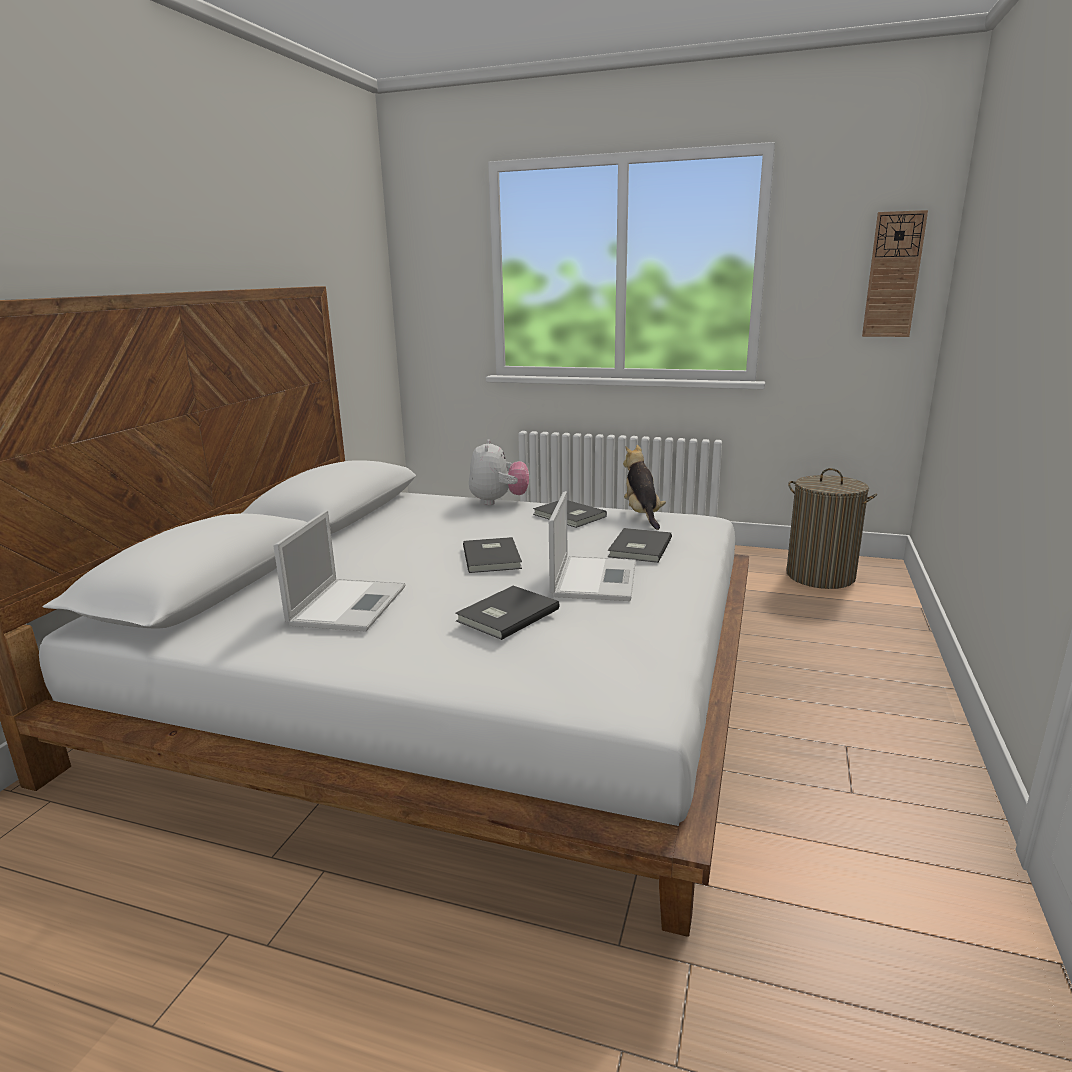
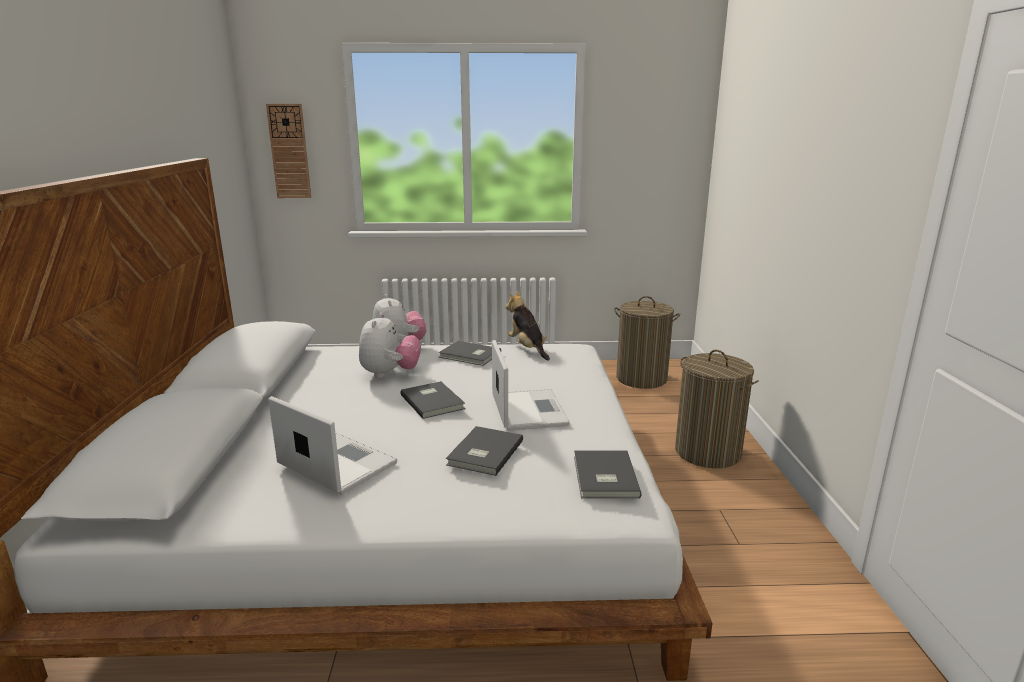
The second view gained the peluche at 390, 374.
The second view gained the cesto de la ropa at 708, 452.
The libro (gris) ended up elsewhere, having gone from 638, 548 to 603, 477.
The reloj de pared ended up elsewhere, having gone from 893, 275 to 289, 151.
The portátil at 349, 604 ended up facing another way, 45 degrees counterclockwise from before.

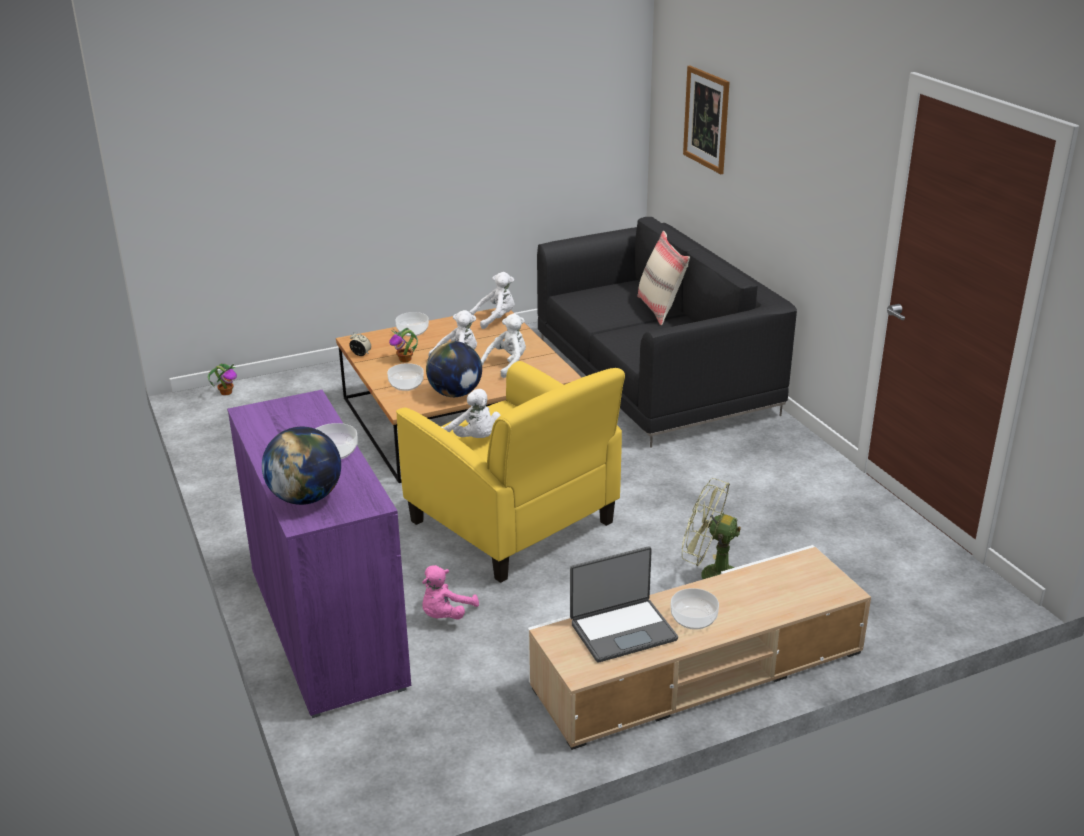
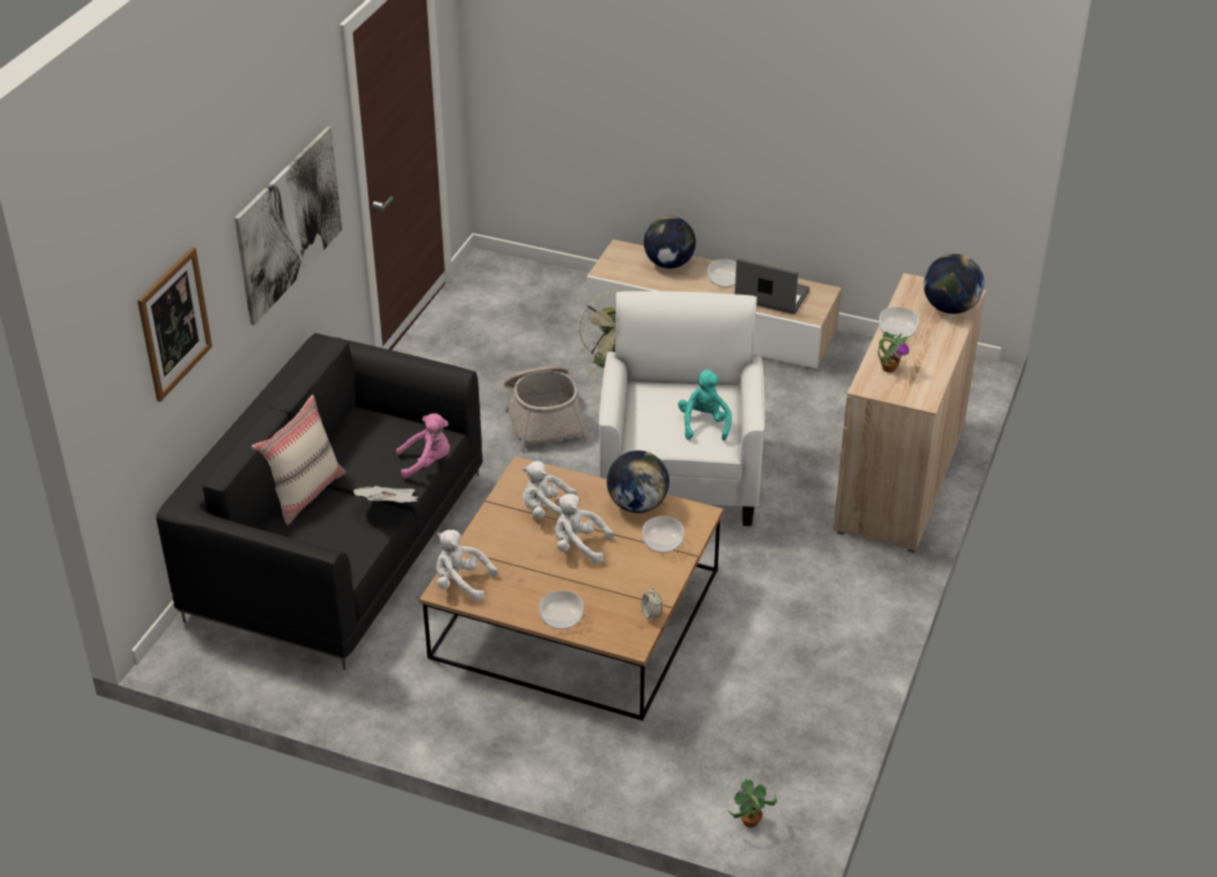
The second view gained the cuadro at 289, 223.
The second view gained the periódico at 390, 507.
The second view gained the cesta at 544, 418.
The second view gained the globo terráqueo at 669, 264.
The planta en maceta ended up elsewhere, having gone from 405, 359 to 889, 368.
The peluche (rosa) ended up elsewhere, having gone from 445, 615 to 427, 462.
What was the armario (morado) at 327, 627 turned into the armario (beis) at 900, 477.
What was the sillón (amarillo) at 513, 523 turned into the sillón (blanco) at 680, 476.
What was the peluche (blanco) at 474, 439 turned into the peluche (turquesa) at 704, 424.

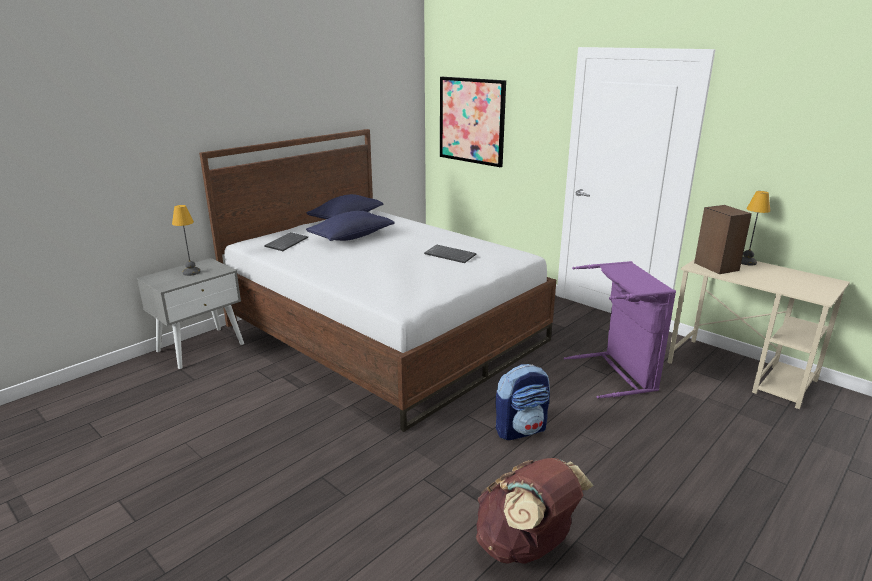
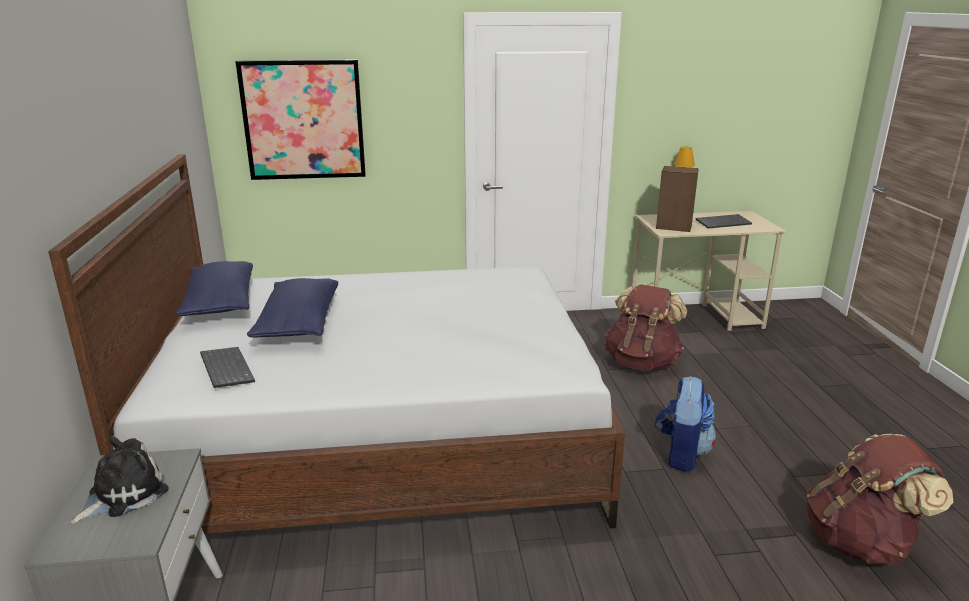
The teclado ended up elsewhere, having gone from 451, 255 to 723, 222.
Where the lámpara de mesa stood at 191, 272, the peluche came to stand at 123, 494.
Where the cesto de la ropa (morado) stood at 618, 373, the mochila (marrón) came to stand at 641, 362.

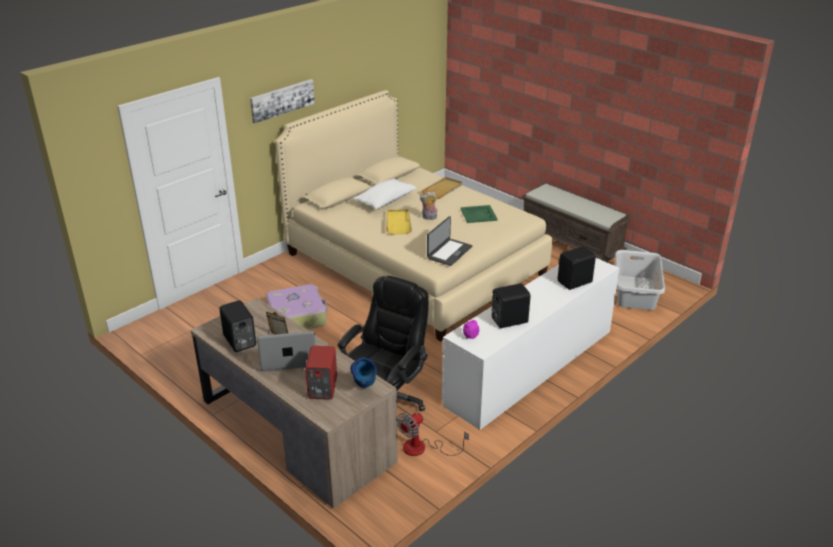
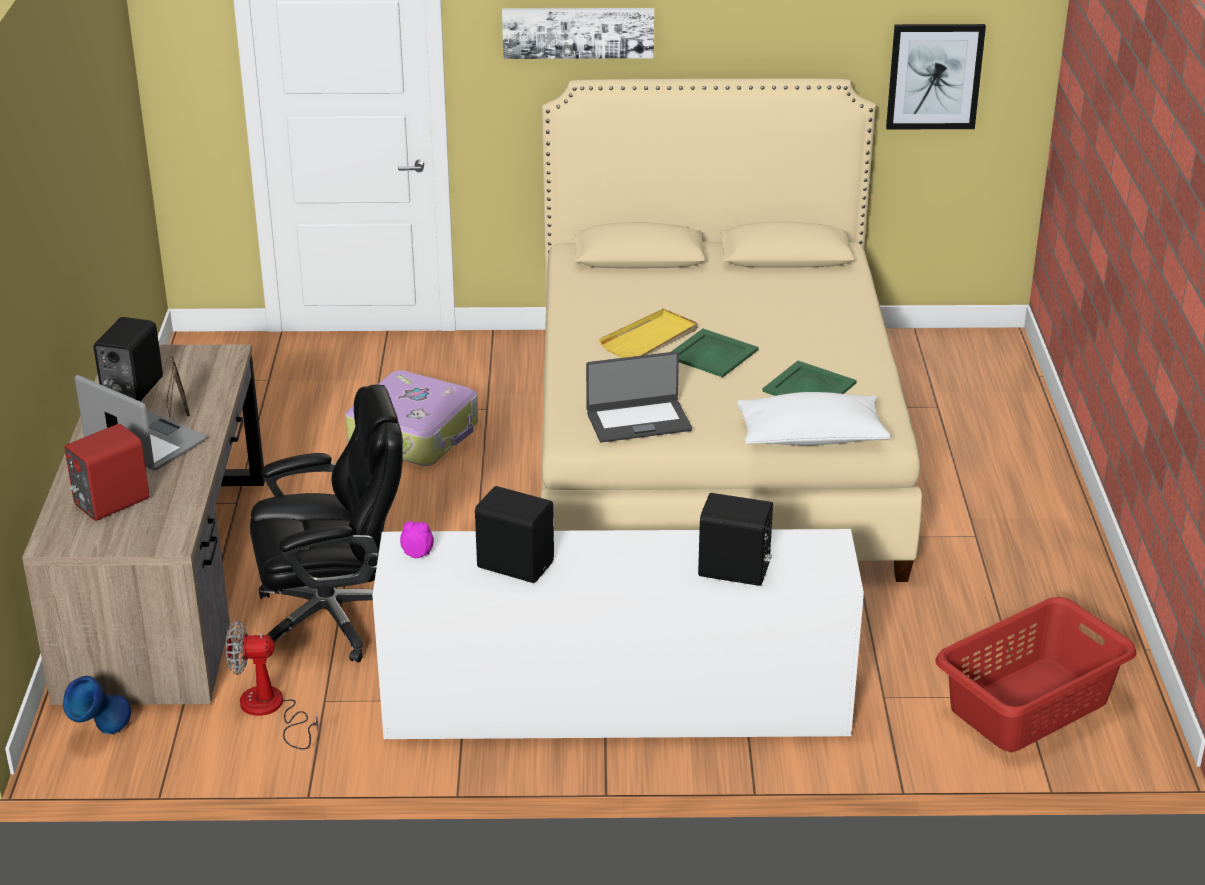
The second view lost the bandeja (beis) at 442, 190.
The second view lost the banco (marrón) at 571, 243.
The second view gained the cuadro at 934, 76.
The florero (azul) ended up elsewhere, having gone from 364, 389 to 102, 734.
The cojín (blanco) ended up elsewhere, having gone from 385, 201 to 811, 437.
Where the peluche stood at 429, 218, the bandeja (verde) came to stand at 713, 353.
What was the cesto de la ropa (gris) at 635, 293 turned into the cesto de la ropa (rojo) at 1027, 704.

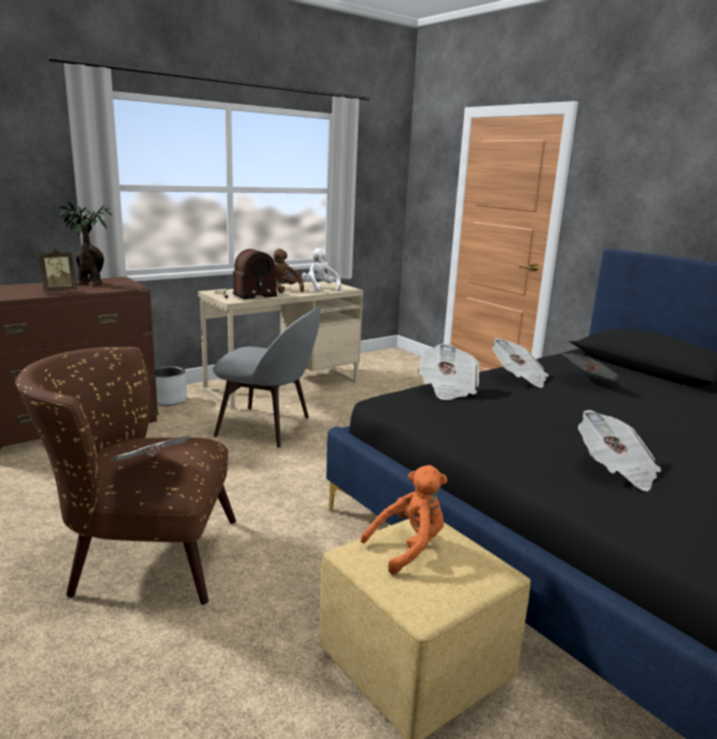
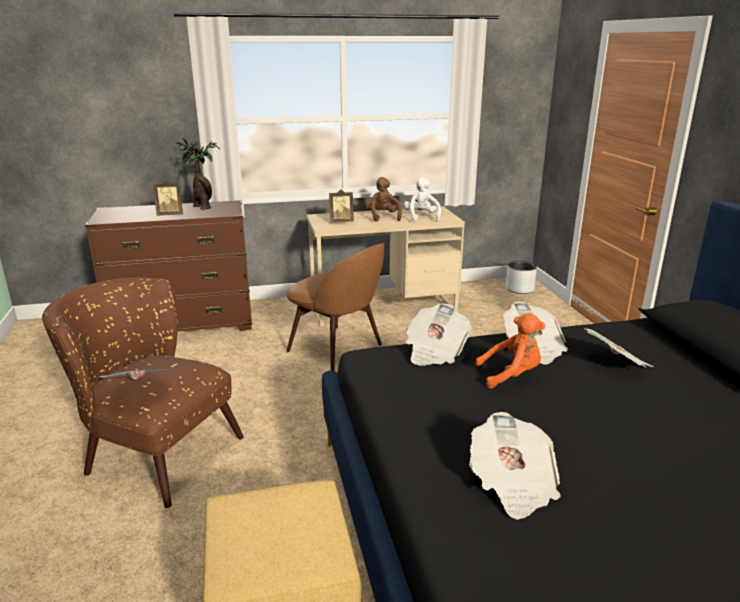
The maceta (gris) ended up elsewhere, having gone from 169, 400 to 519, 289.
The peluche (naranja) ended up elsewhere, having gone from 408, 548 to 511, 375.
Where the radio stood at 245, 295, the portarretratos came to stand at 341, 222.
What was the silla (gris) at 267, 427 turned into the silla (marrón) at 337, 349.

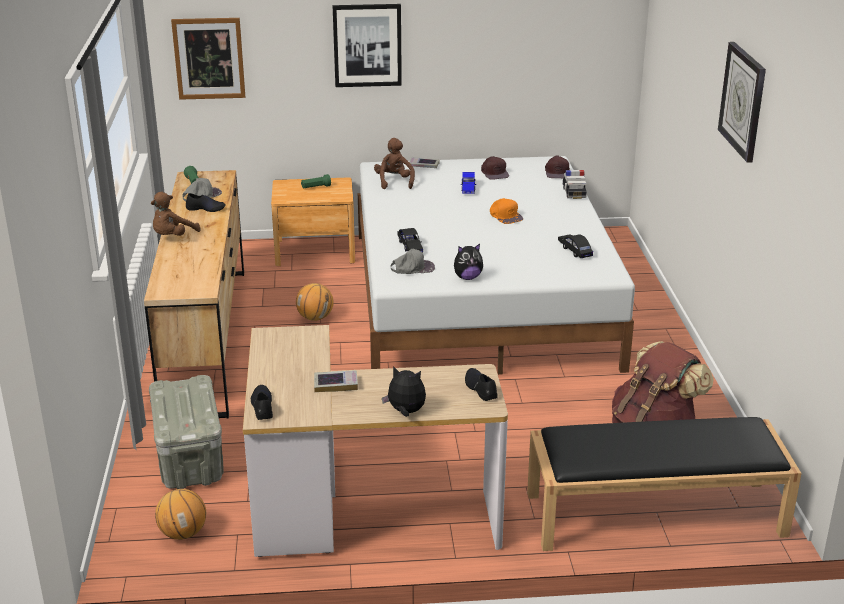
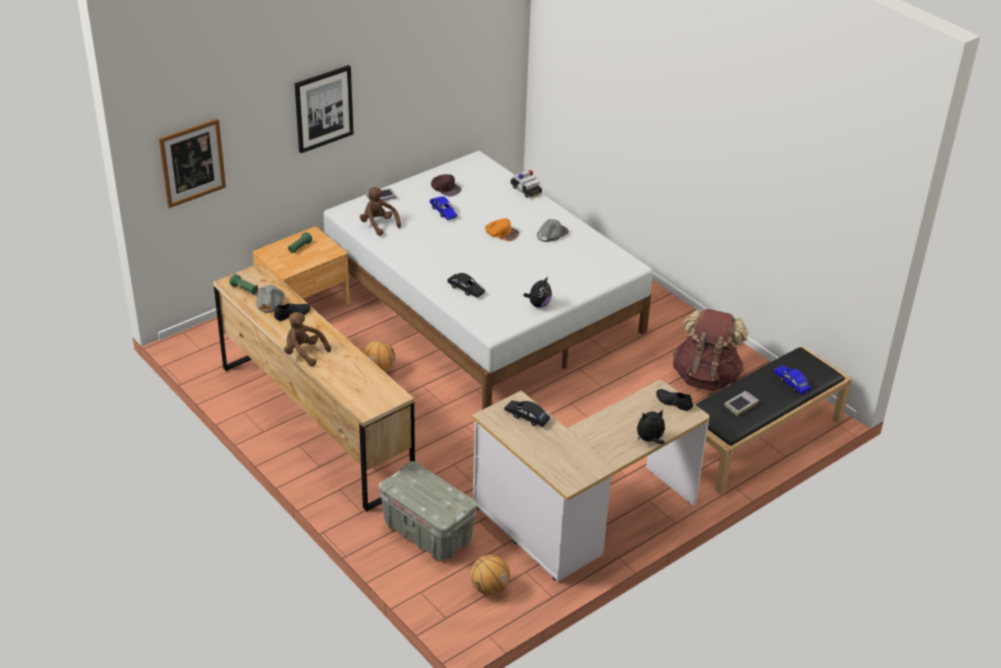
The second view lost the zapato (negro) at 262, 406.
The second view lost the gorra (marrón) at 557, 172.
The second view lost the reloj de pared at 743, 101.
The second view gained the coche de juguete (azul) at 791, 383.
The libro ended up elsewhere, having gone from 336, 384 to 741, 405.
The gorra (gris) ended up elsewhere, having gone from 412, 268 to 552, 234.
The coche de juguete (negro) ended up elsewhere, having gone from 574, 250 to 526, 417.
The peluche (marrón) at 173, 237 ended up facing another way, 120 degrees clockwise from before.

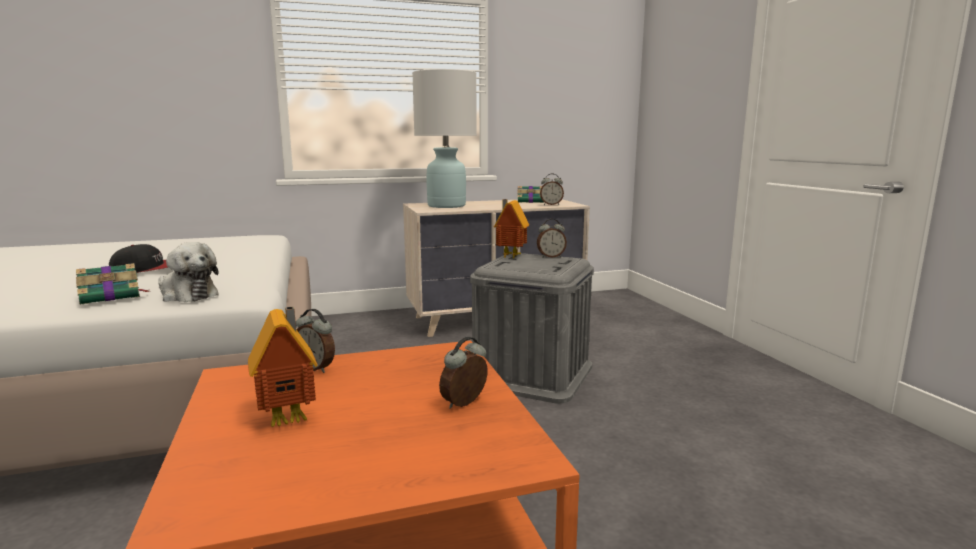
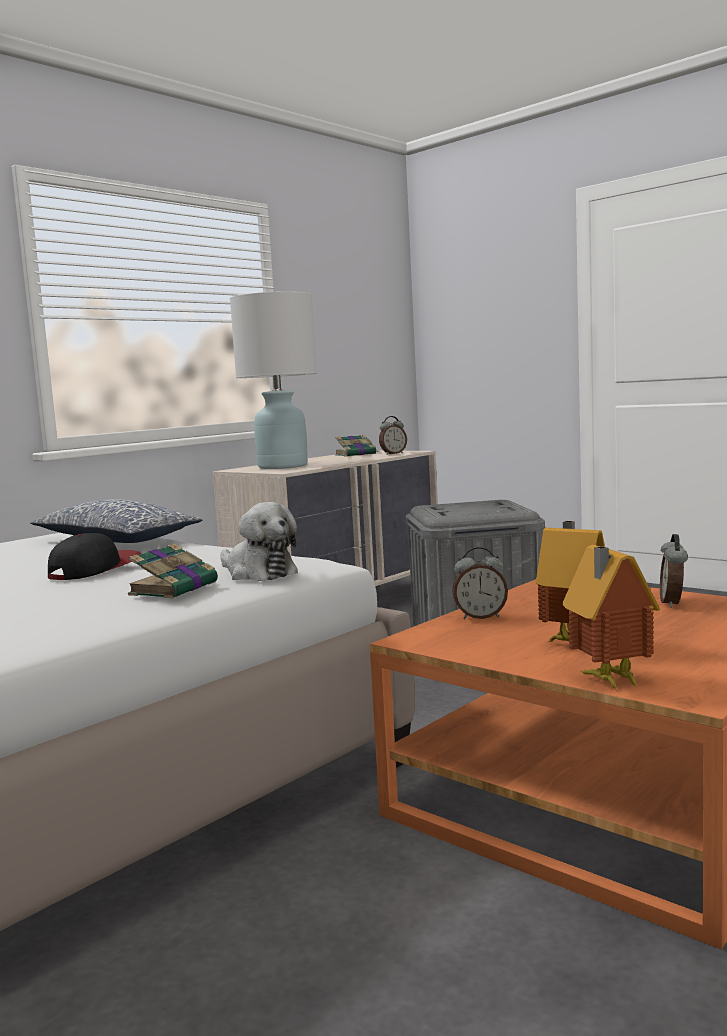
The second view lost the despertador at 551, 256.
The second view gained the cojín at 115, 541.
The casita ended up elsewhere, having gone from 509, 256 to 608, 681.
The peluche at 187, 294 ended up facing another way, 45 degrees clockwise from before.

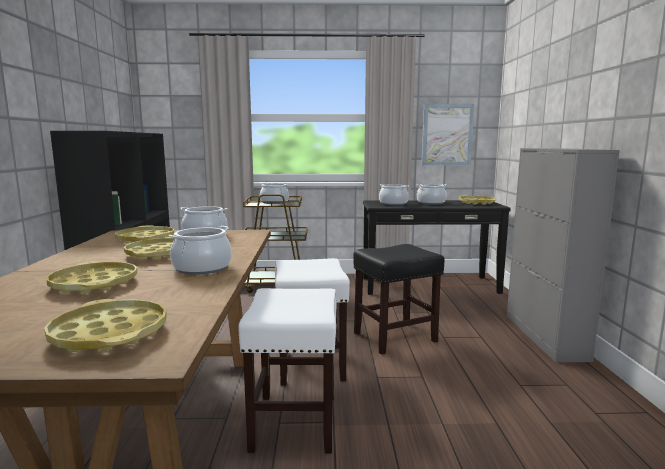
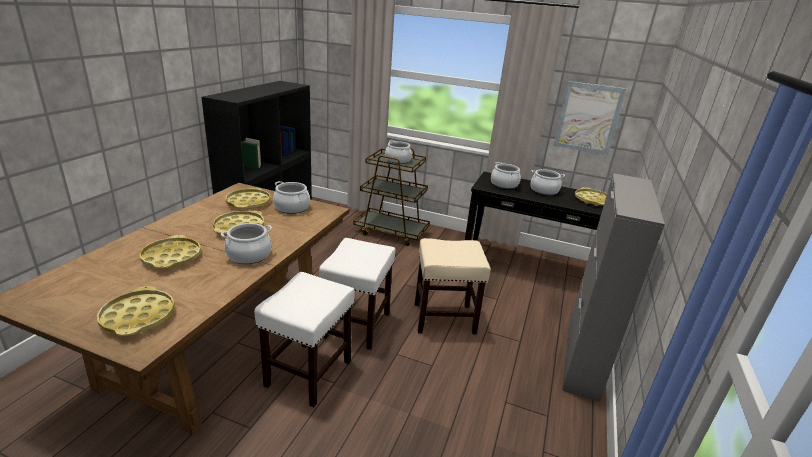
What was the taburete (negro) at 395, 337 turned into the taburete (beis) at 445, 318.

